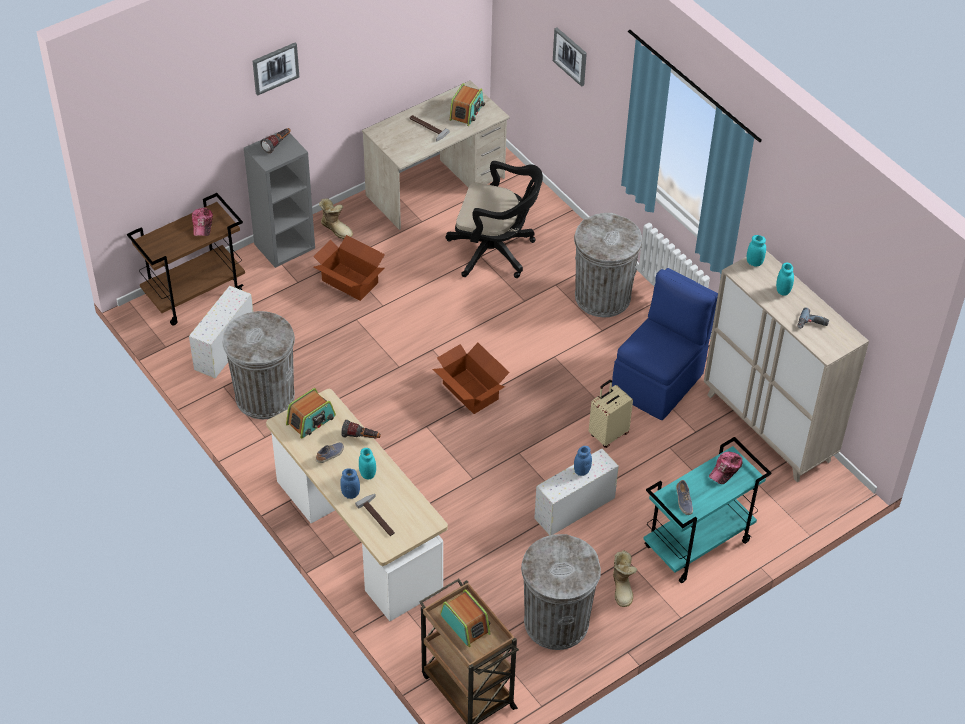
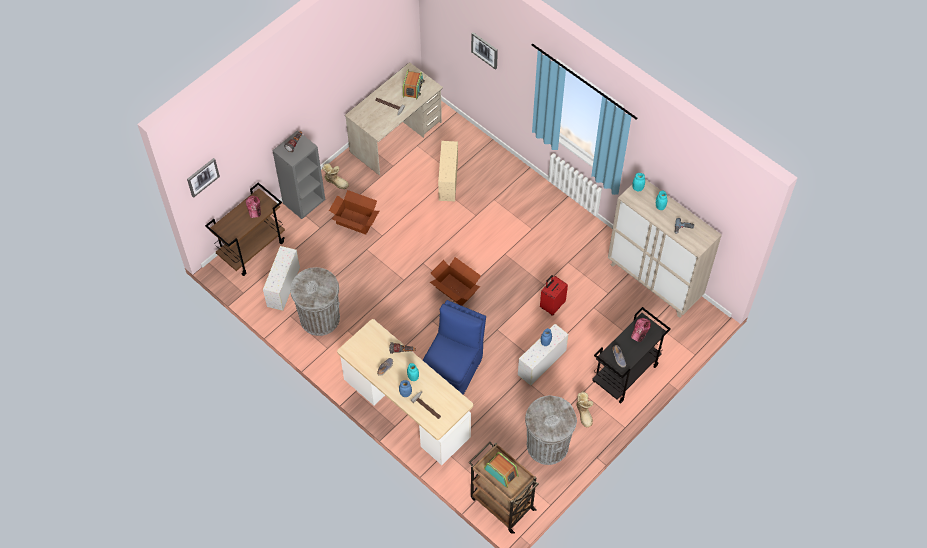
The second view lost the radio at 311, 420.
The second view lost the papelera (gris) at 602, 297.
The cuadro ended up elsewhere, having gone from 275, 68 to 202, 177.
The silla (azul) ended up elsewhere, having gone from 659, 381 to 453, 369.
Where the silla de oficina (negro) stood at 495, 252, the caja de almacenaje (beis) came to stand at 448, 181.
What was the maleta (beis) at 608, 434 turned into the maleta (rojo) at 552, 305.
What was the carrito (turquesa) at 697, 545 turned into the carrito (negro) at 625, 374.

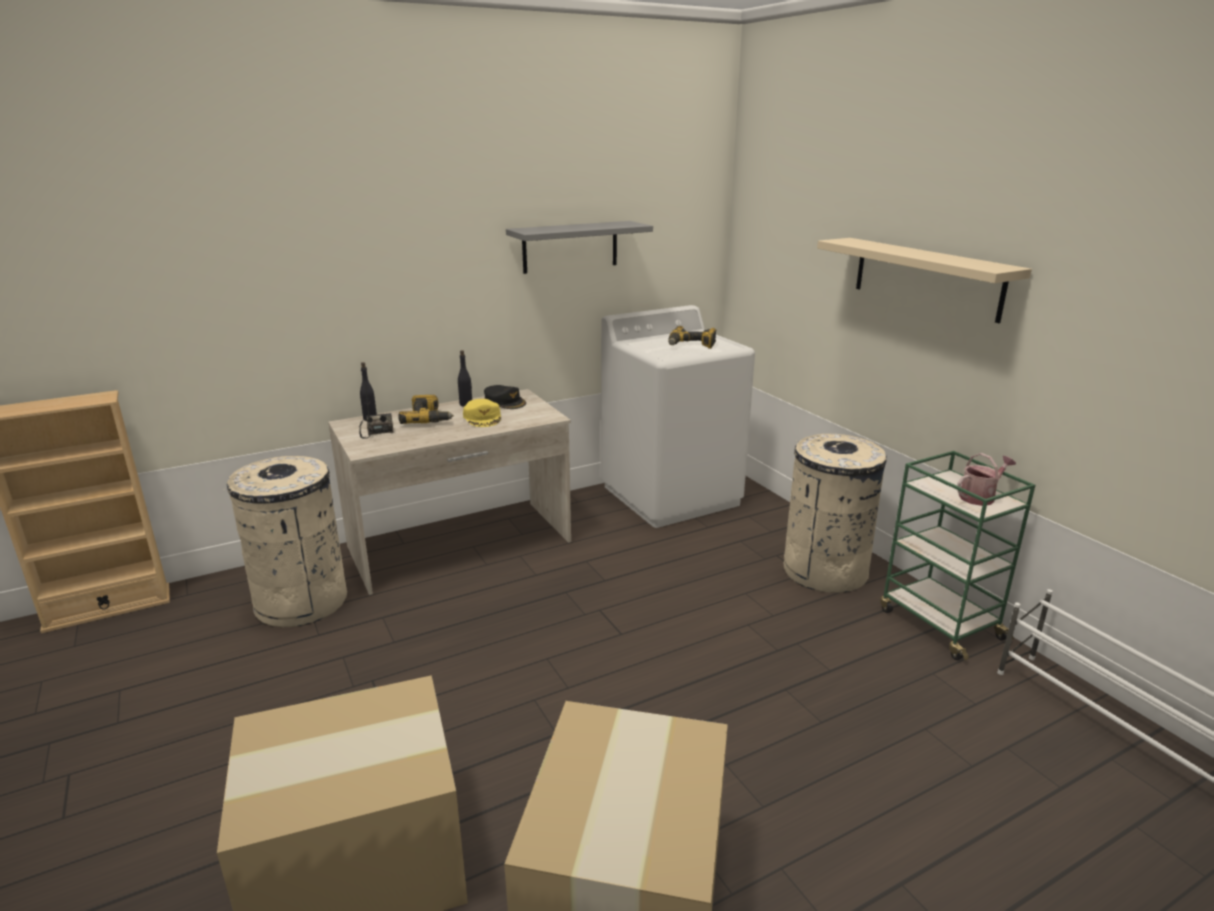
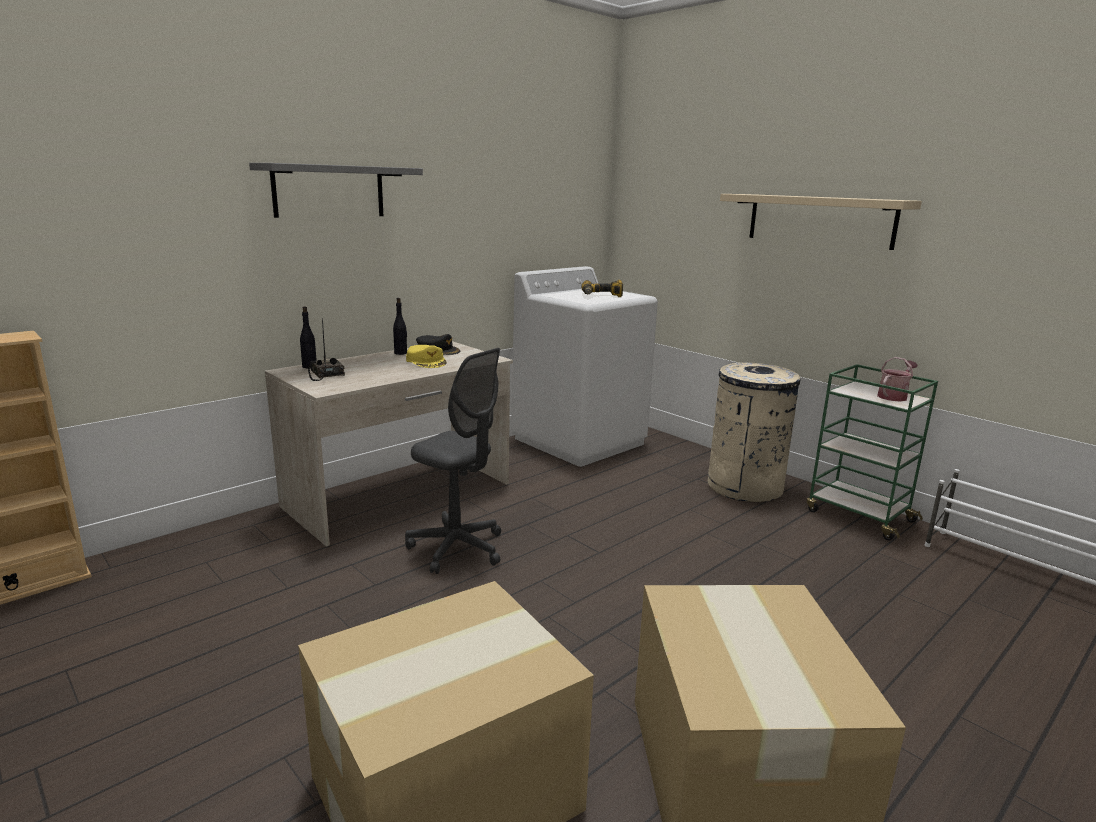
The second view lost the papelera (beis) at 301, 602.
The second view lost the taladro at 428, 419.
The second view gained the silla de oficina (gris) at 457, 548.
The estante (gris) ended up elsewhere, having gone from 570, 247 to 329, 191.

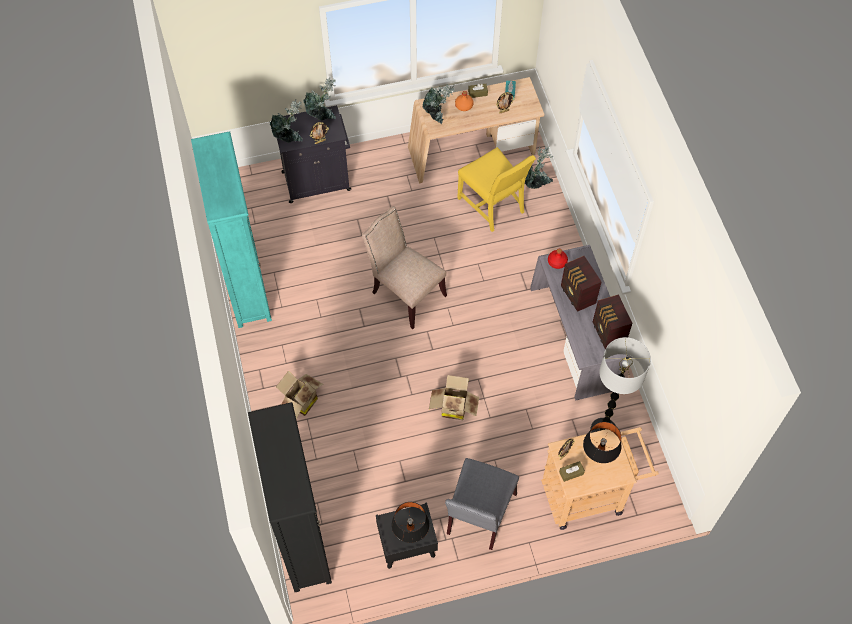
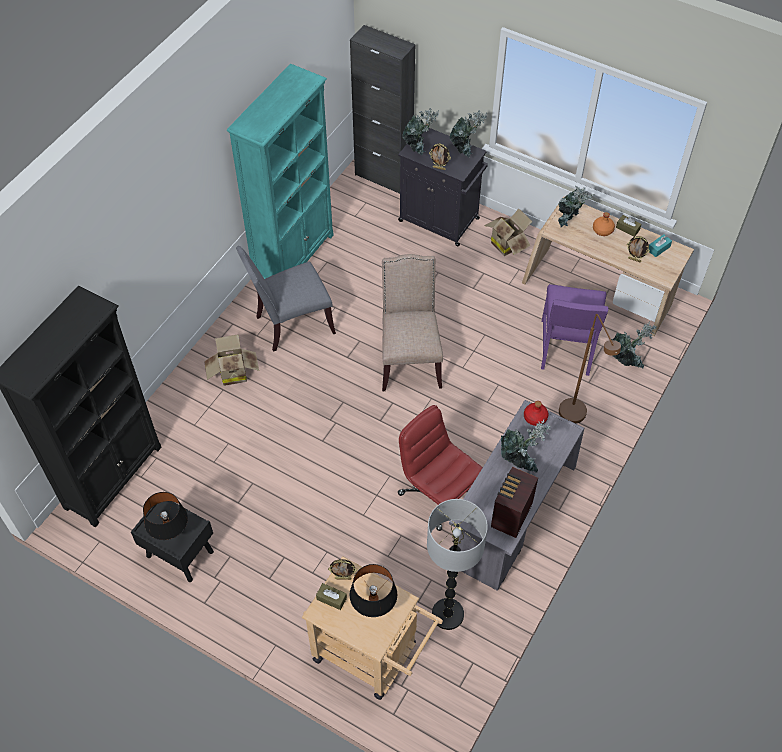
The second view gained the armario (negro) at 383, 177.
The second view gained the silla de oficina (rojo) at 438, 494.
The second view gained the lámpara de pie (marrón) at 576, 418.
The caja de cartón ended up elsewhere, having gone from 453, 407 to 507, 244.
The silla (gris) ended up elsewhere, having gone from 478, 516 to 291, 324.
Where the radio stood at 577, 295, the planta en maceta came to stand at 520, 460.
What was the silla (amarillo) at 493, 205 turned into the silla (morado) at 567, 349.

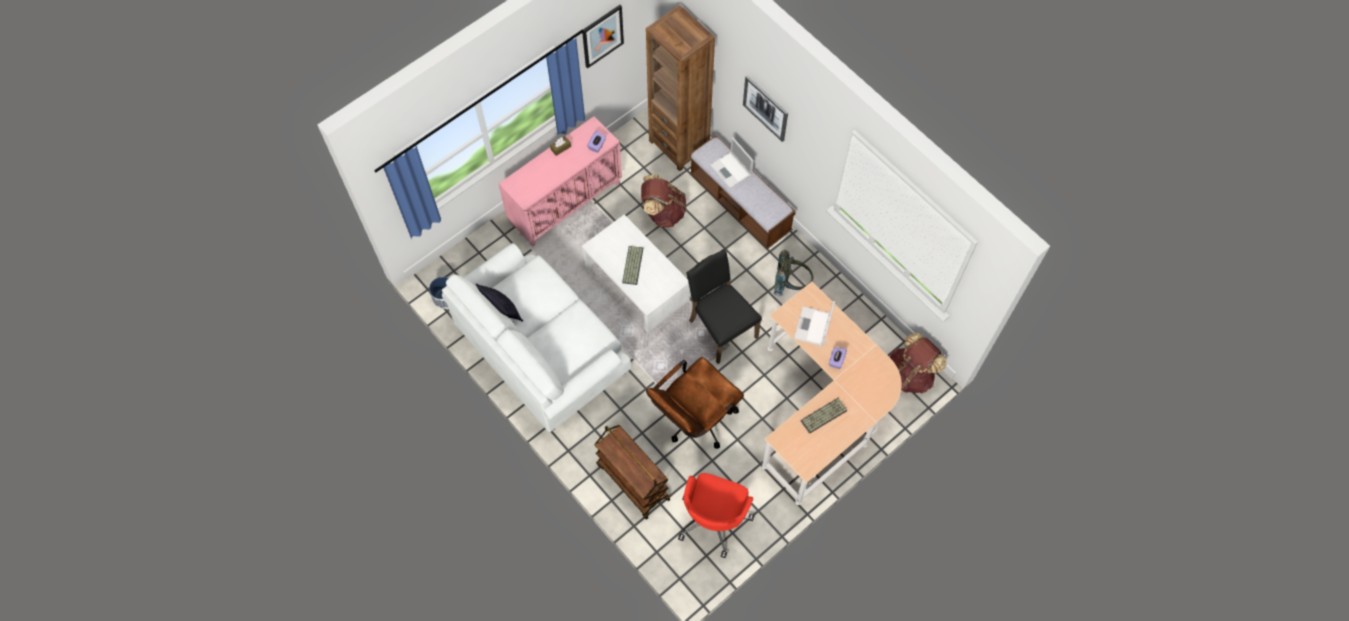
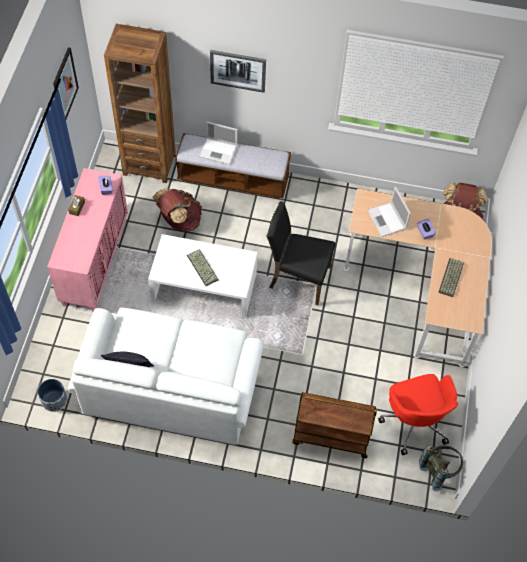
The second view lost the silla de oficina (marrón) at 694, 420.
The mochila (gris) ended up elsewhere, having gone from 791, 284 to 439, 470.

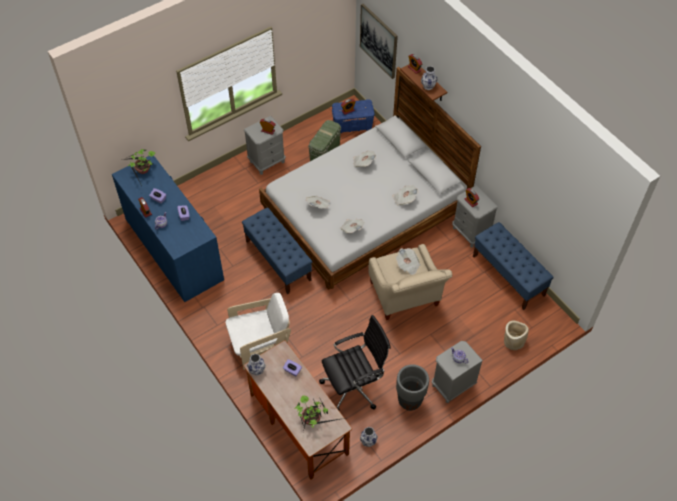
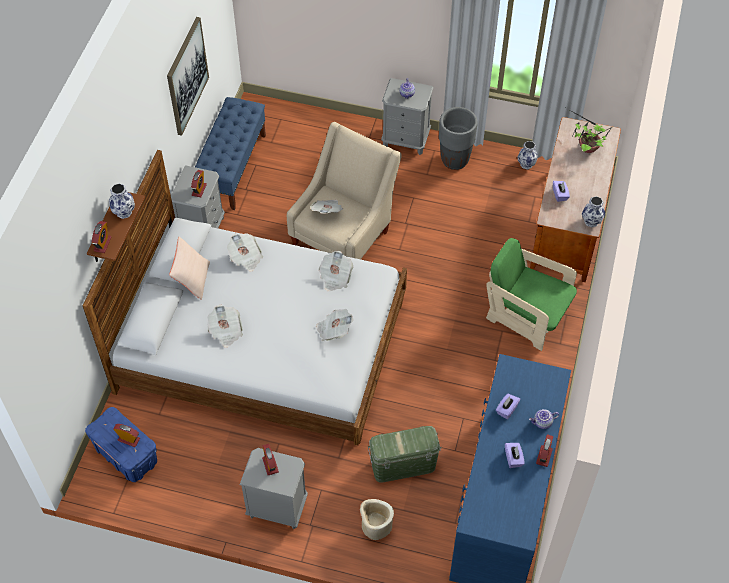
The second view lost the planta en maceta at 143, 171.
The second view lost the banco (azul) at 278, 260.
The second view lost the silla de oficina (negro) at 354, 386.
The second view gained the cojín (beis) at 192, 279.
The caja de almacenaje (verde) ended up elsewhere, having gone from 325, 154 to 403, 465.
The cuadro ended up elsewhere, having gone from 379, 40 to 186, 76.
The maceta (beis) ended up elsewhere, having gone from 513, 341 to 376, 526.
What was the sillón (blanco) at 260, 344 turned into the sillón (verde) at 526, 316.

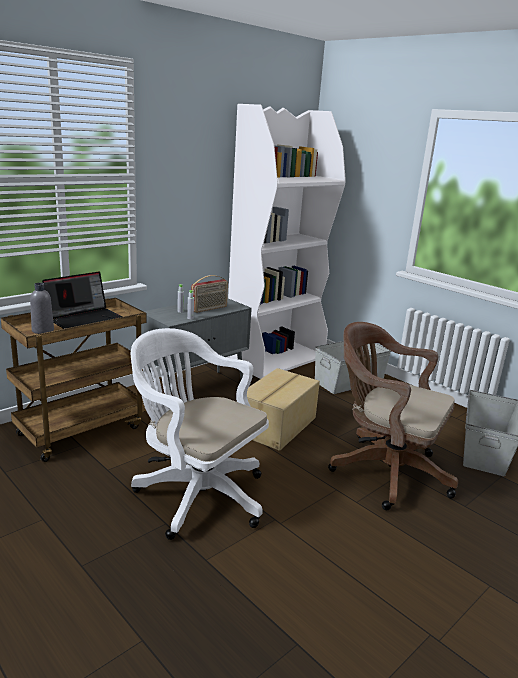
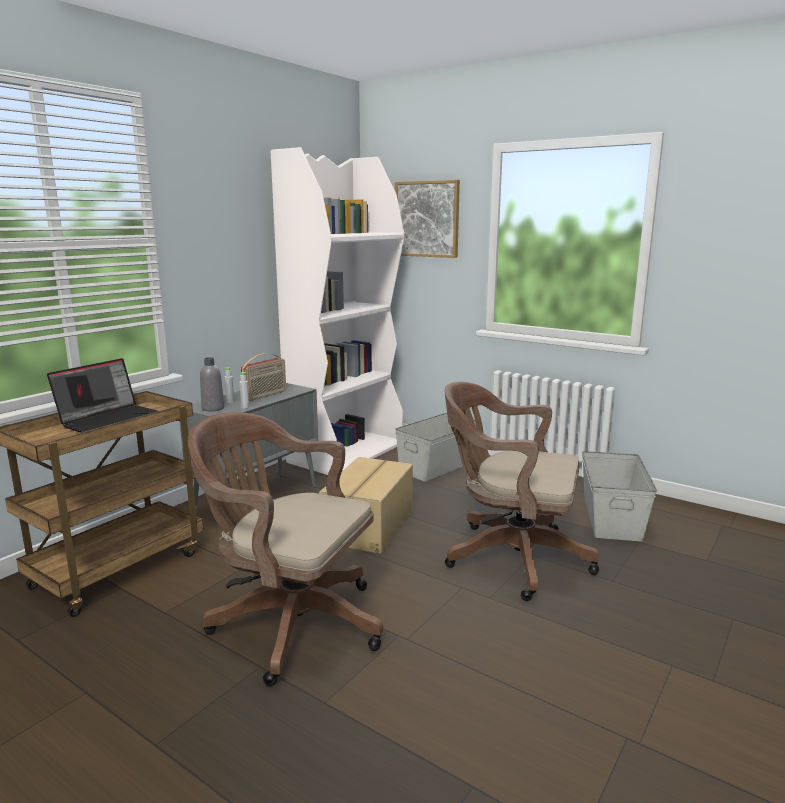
The second view gained the cuadro at 427, 219.
The botella (gris) ended up elsewhere, having gone from 43, 330 to 213, 408.
What was the silla de oficina (blanco) at 196, 493 turned into the silla de oficina (marrón) at 289, 622.

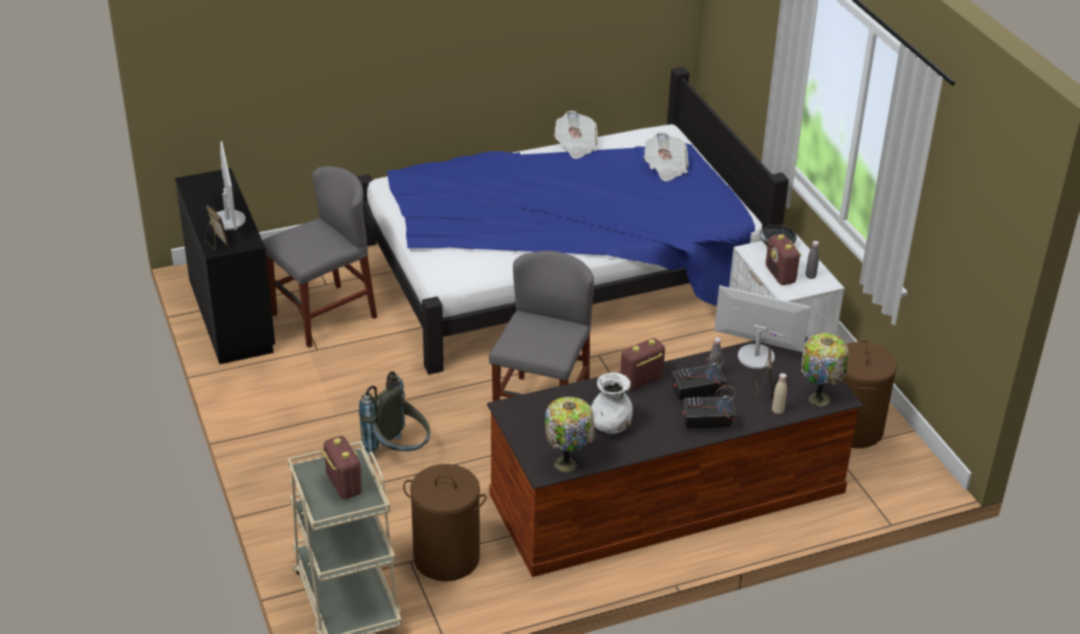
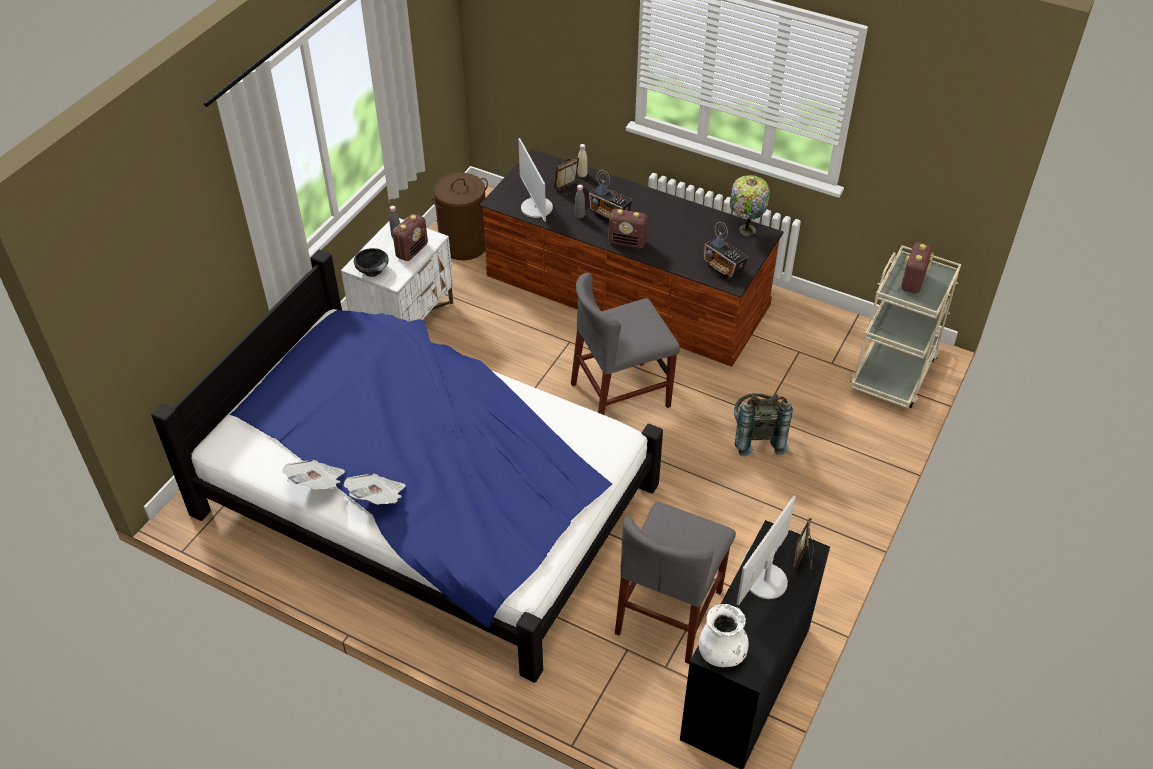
The second view lost the cesto de la ropa (marrón) at 446, 558.
The second view lost the lámpara de mesa at 819, 398.
The florero (blanco) ended up elsewhere, having gone from 610, 426 to 721, 653.
The periódico ended up elsewhere, having gone from 665, 168 to 378, 498.
The radio ended up elsewhere, having gone from 706, 424 to 723, 267.
The silla (gris) at 324, 316 ended up facing another way, 75 degrees counterclockwise from before.

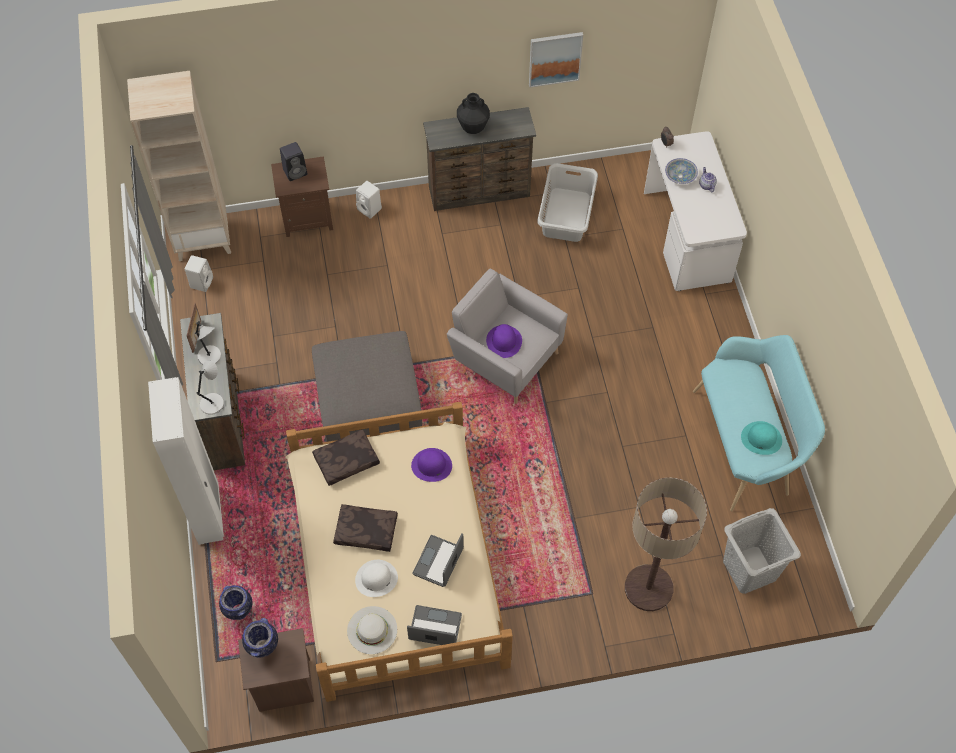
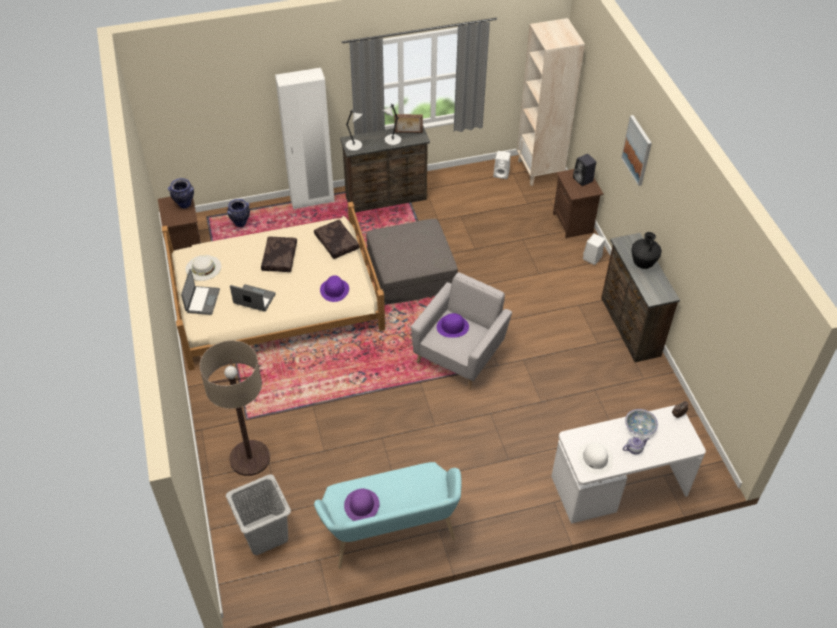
The second view lost the cesto de la ropa (gris) at 567, 214.
The sombrero (blanco) ended up elsewhere, having gone from 376, 579 to 595, 458.
The cuadro ended up elsewhere, having gone from 555, 58 to 637, 150.
What was the sombrero (turquesa) at 761, 438 turned into the sombrero (morado) at 361, 505.

